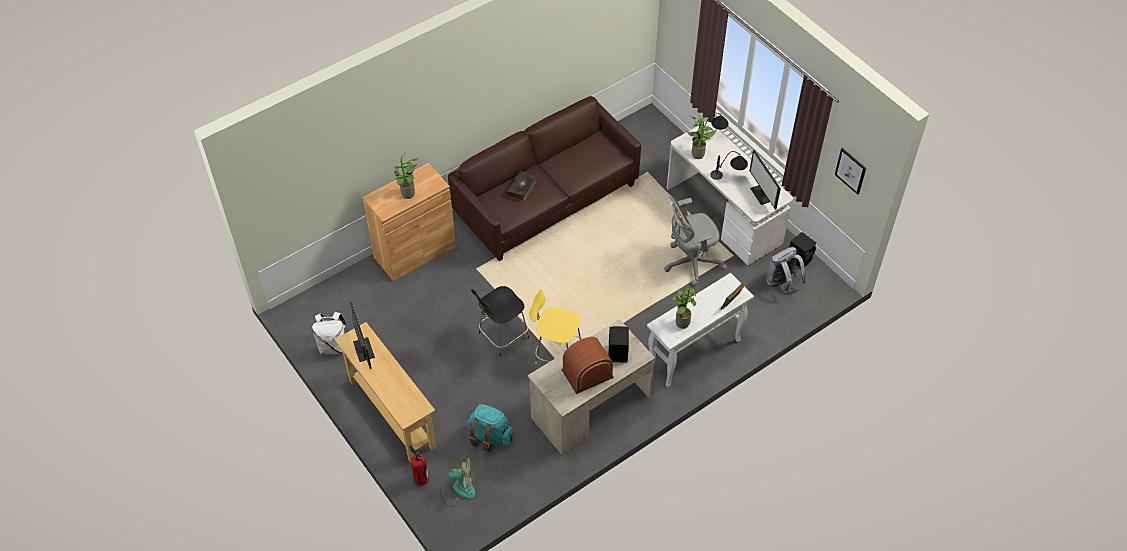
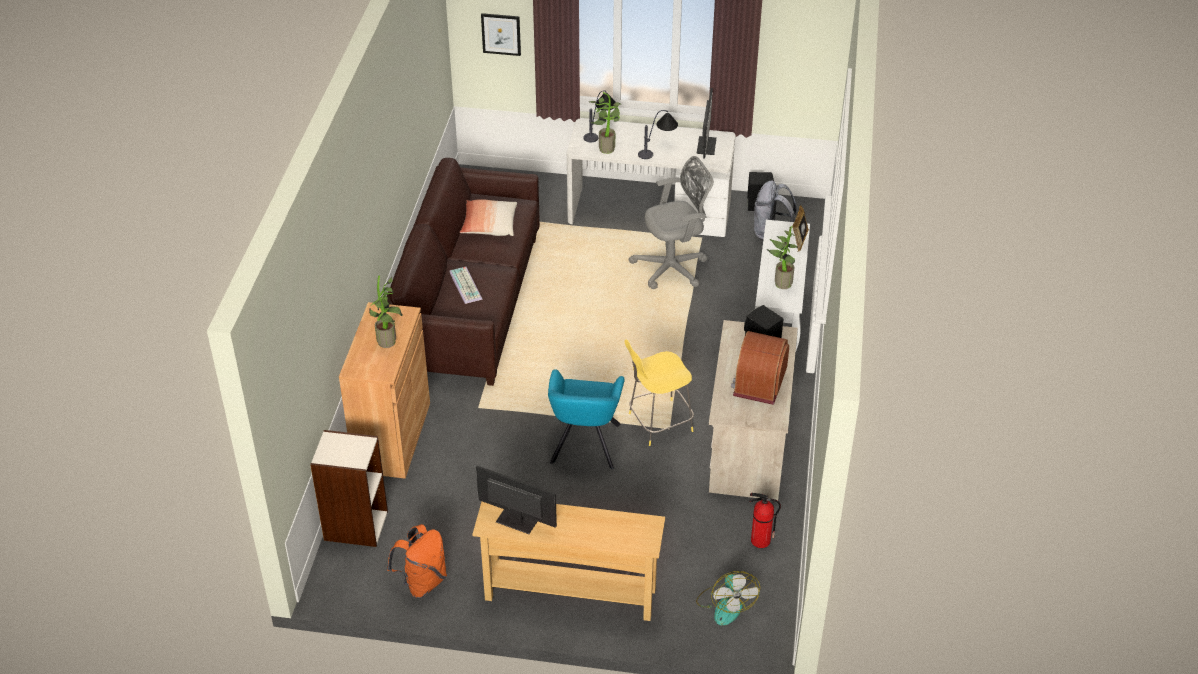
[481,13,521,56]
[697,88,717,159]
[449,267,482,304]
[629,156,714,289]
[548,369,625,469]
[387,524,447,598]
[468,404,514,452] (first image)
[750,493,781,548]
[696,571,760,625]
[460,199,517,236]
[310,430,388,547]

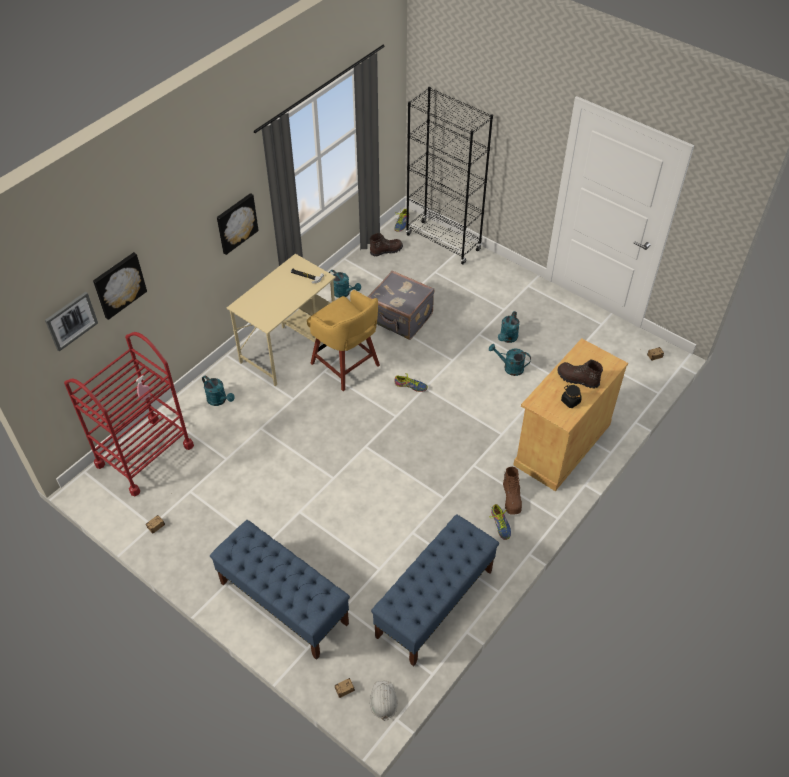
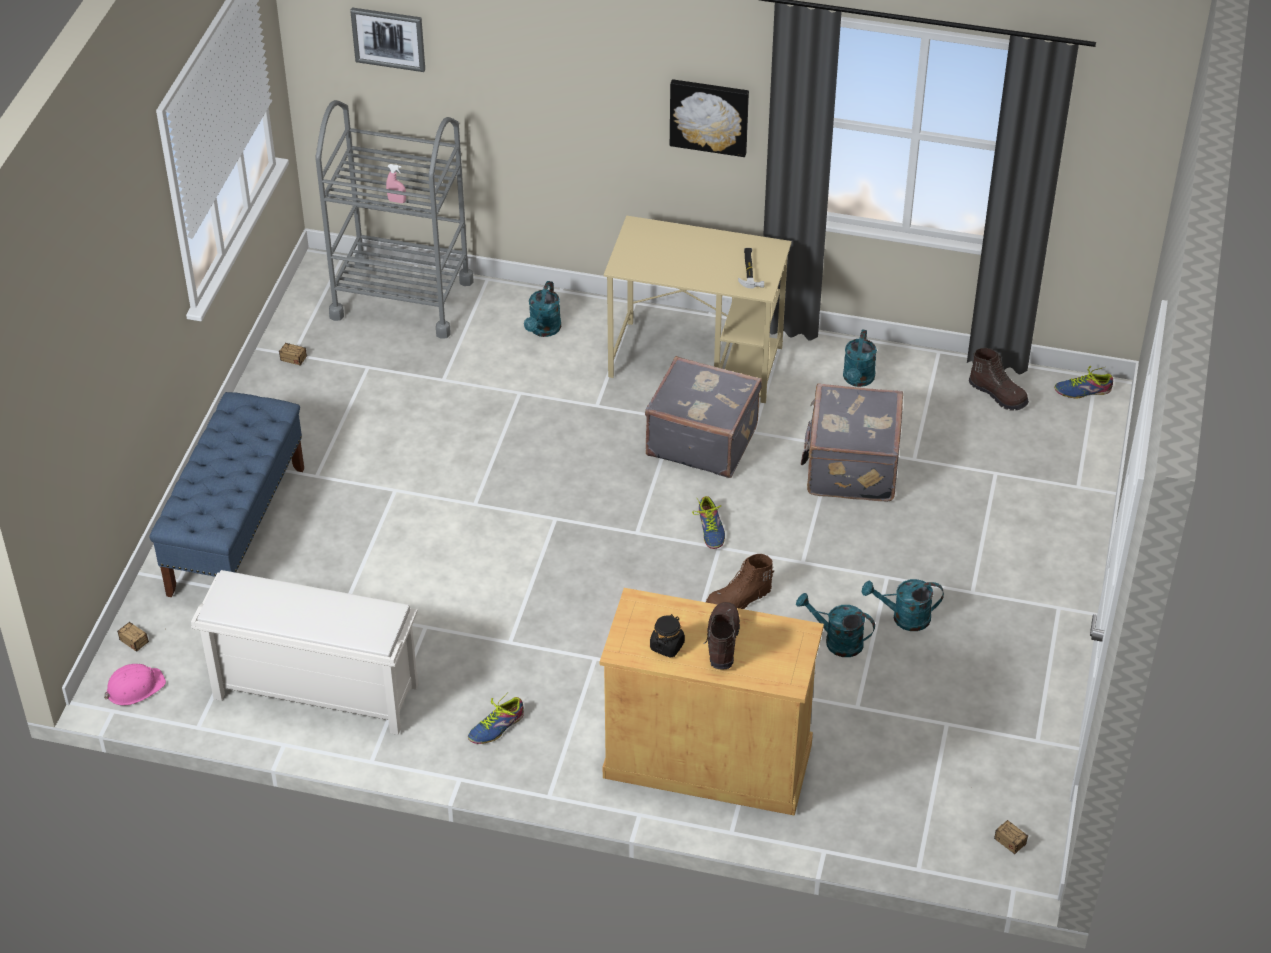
[406,87,493,265] (first image)
[93,252,147,320] (first image)
[645,356,762,478]
[315,100,474,339]
[796,593,875,657]
[706,554,774,609]
[191,570,418,735]
[104,664,166,706]

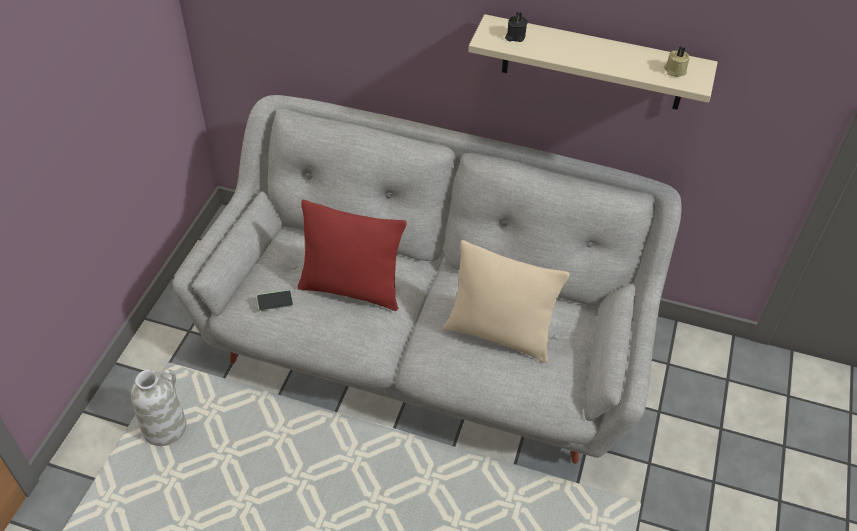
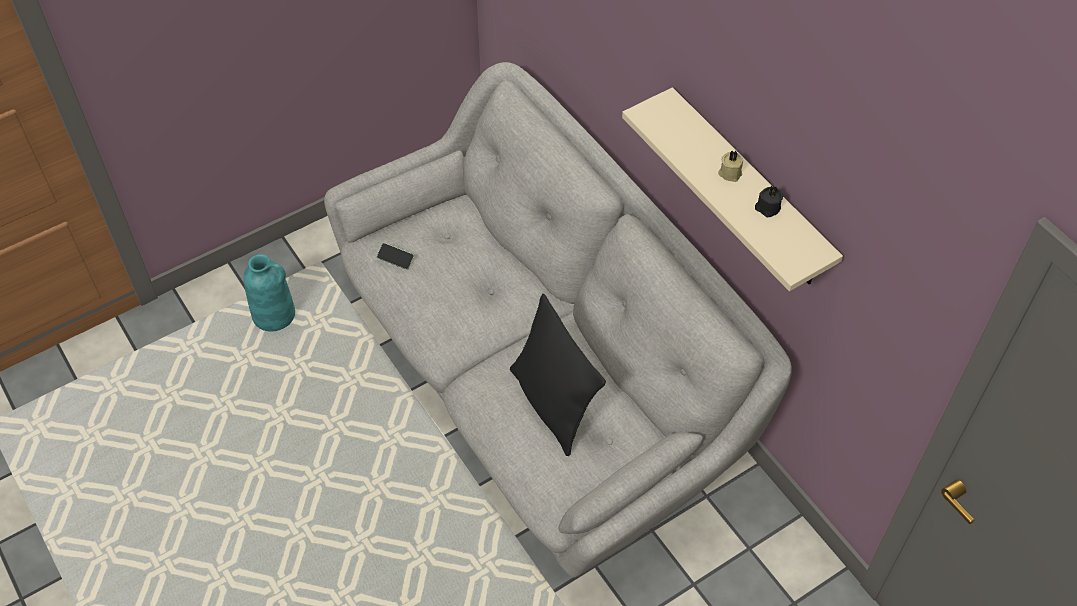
[755,186,783,217]
[718,150,743,182]
[297,200,406,311] (first image)
[510,294,606,456]
[243,254,295,331]

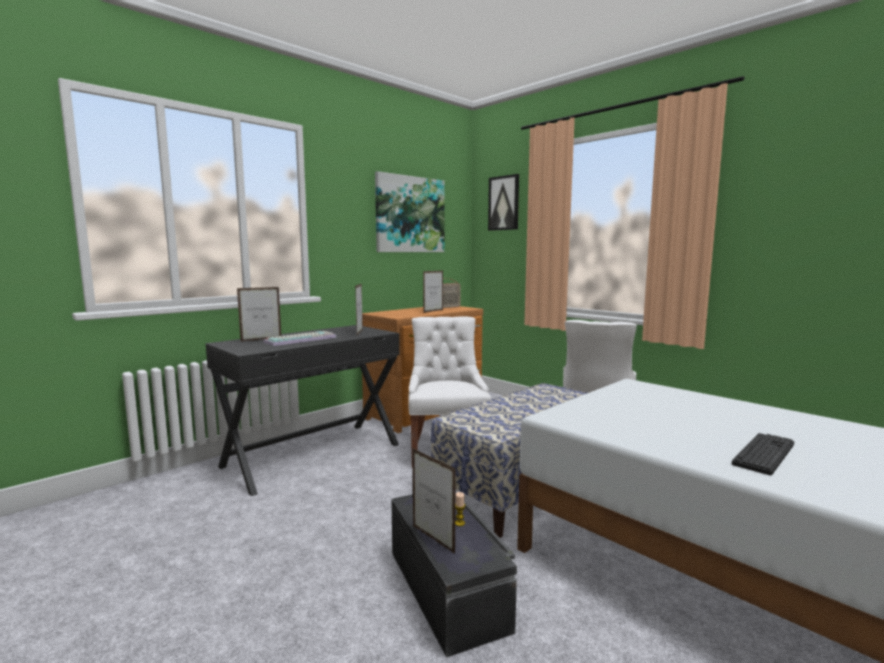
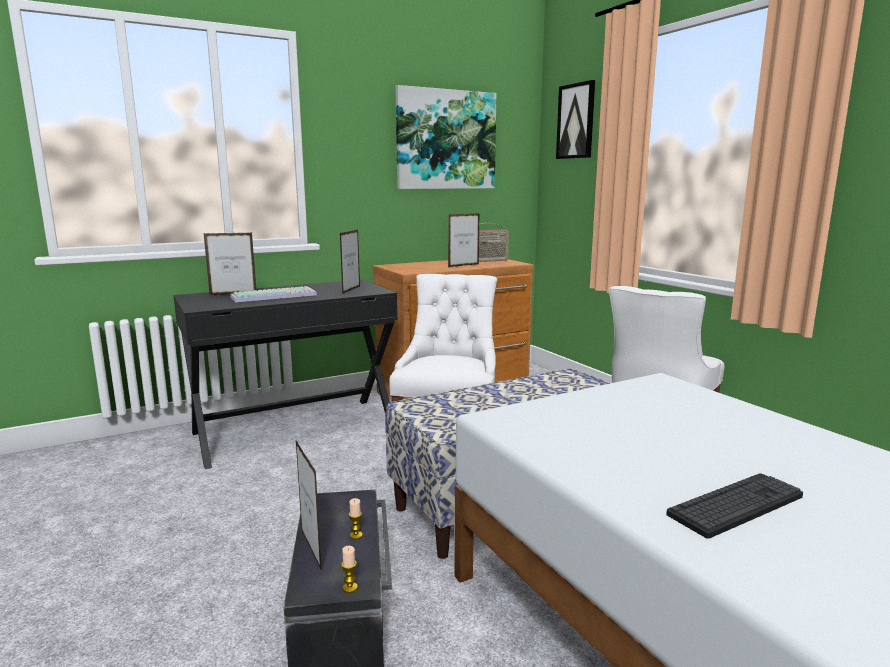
[341,546,358,593]

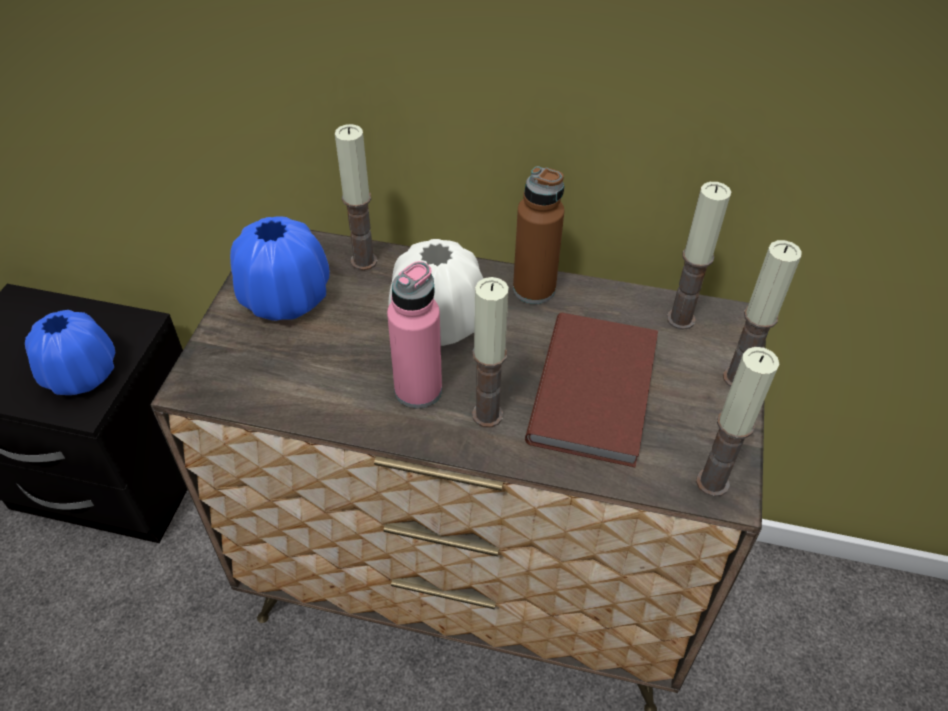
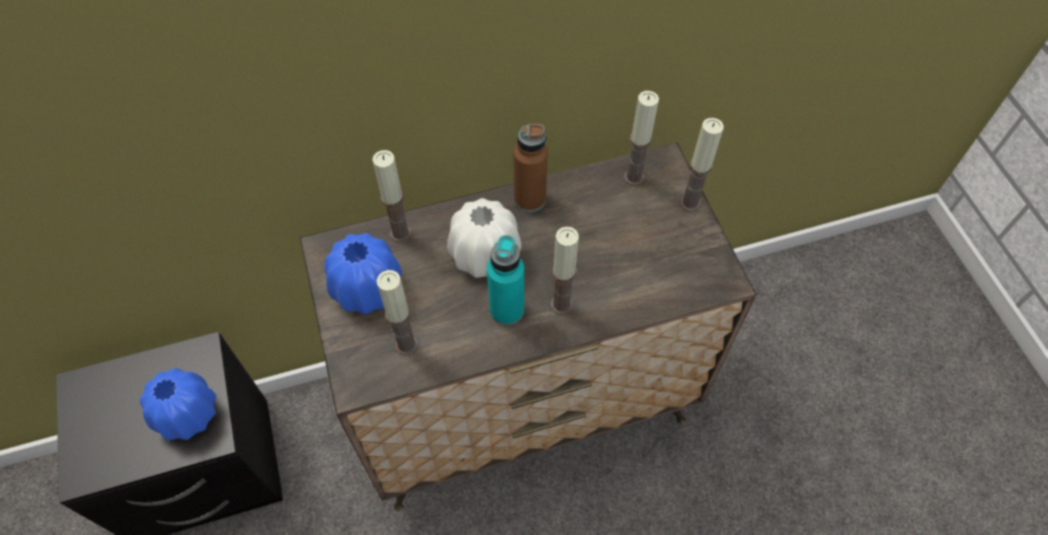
[487,235,524,326]
[525,313,658,468] (first image)
[376,270,418,355]

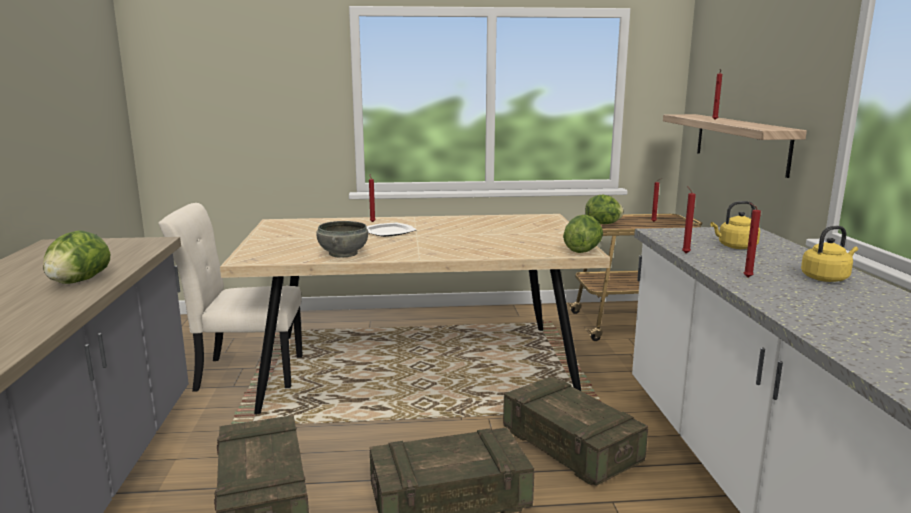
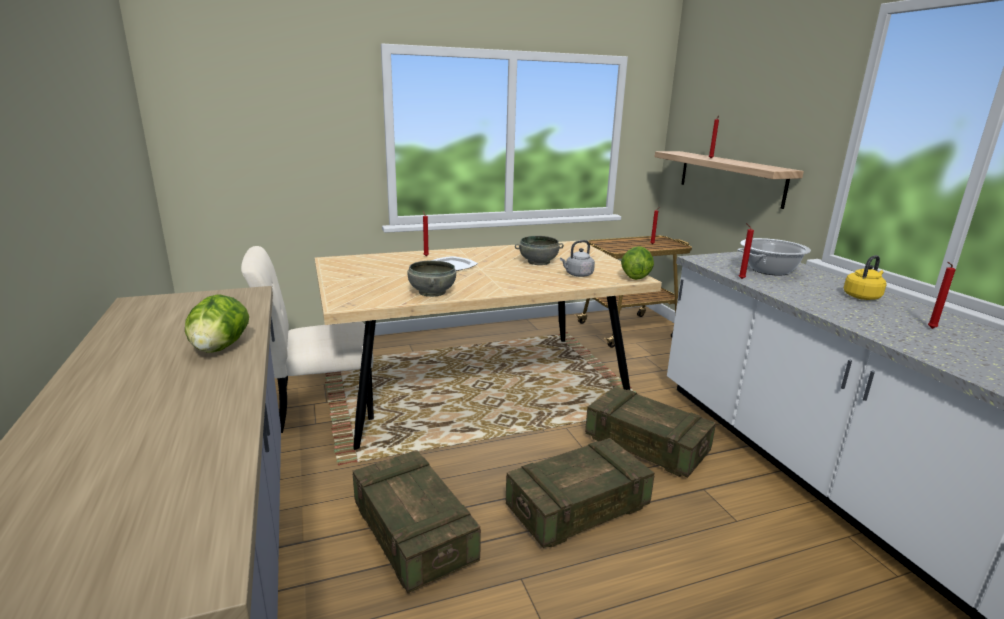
[585,195,624,224] (first image)
[737,238,811,276]
[928,262,956,329]
[515,236,564,265]
[560,240,595,277]

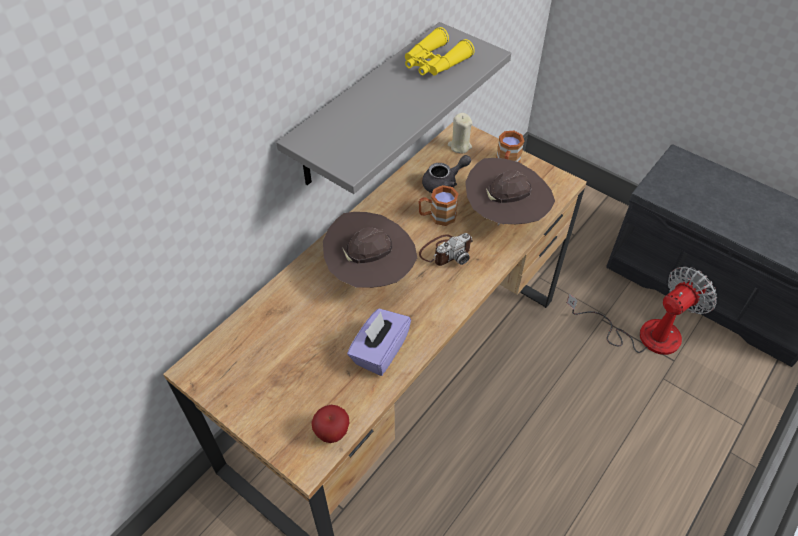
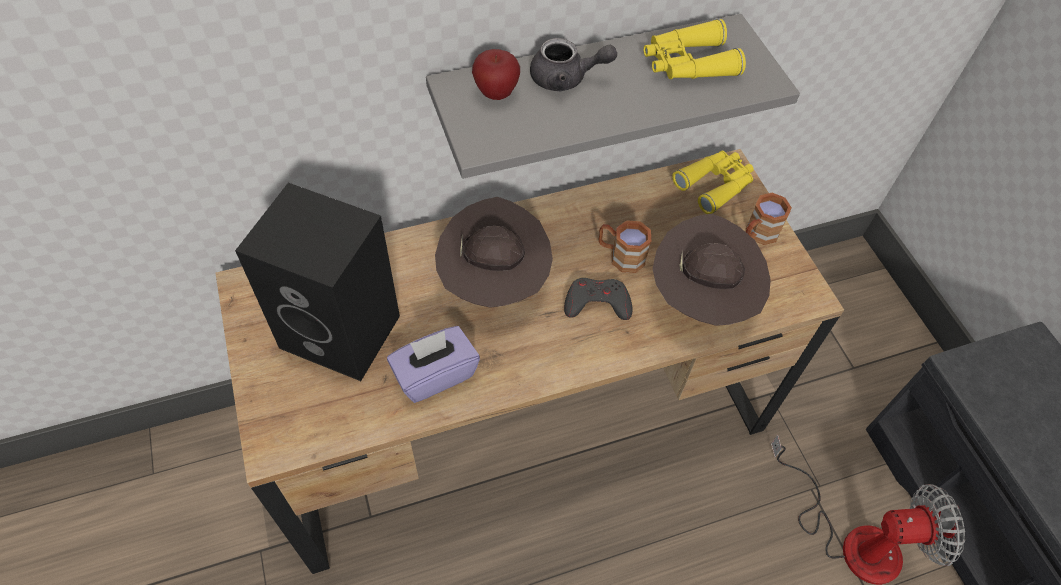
[672,151,754,214]
[530,38,617,91]
[564,278,632,320]
[472,49,520,100]
[235,183,400,381]

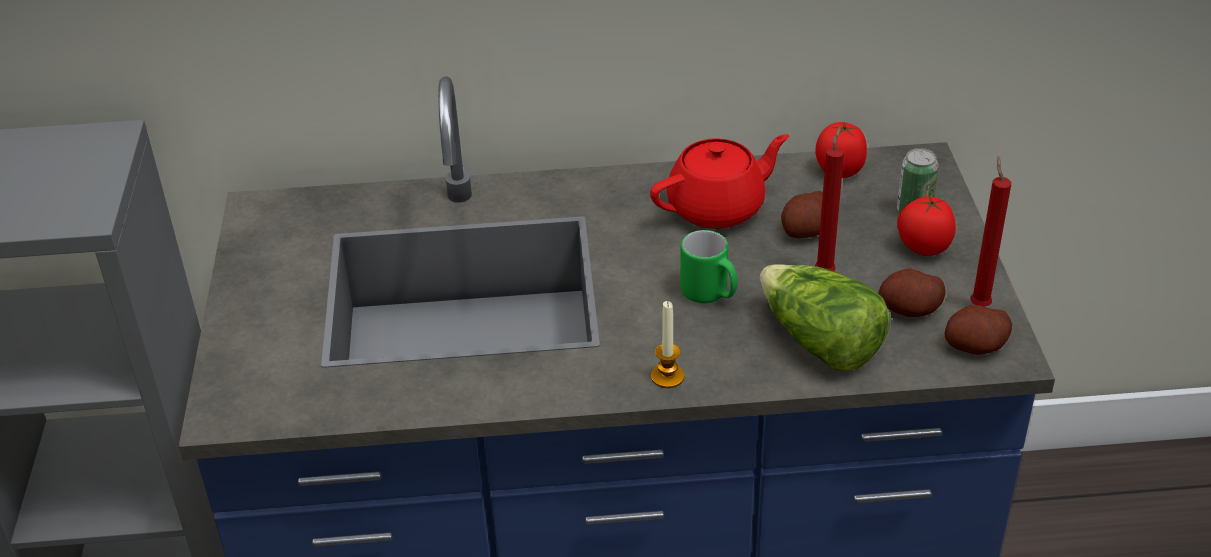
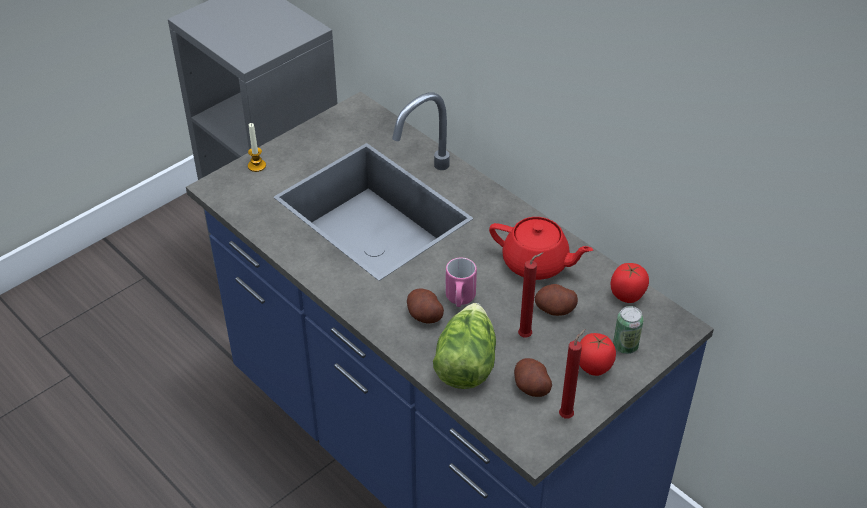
[445,258,477,307]
[248,123,266,172]
[407,289,444,323]

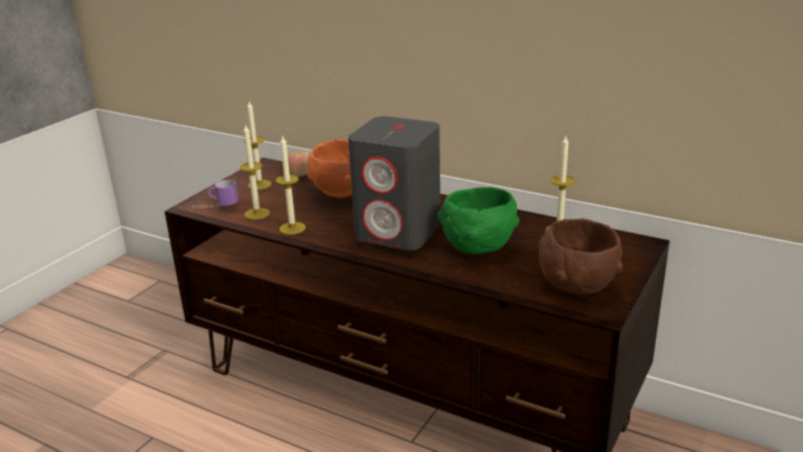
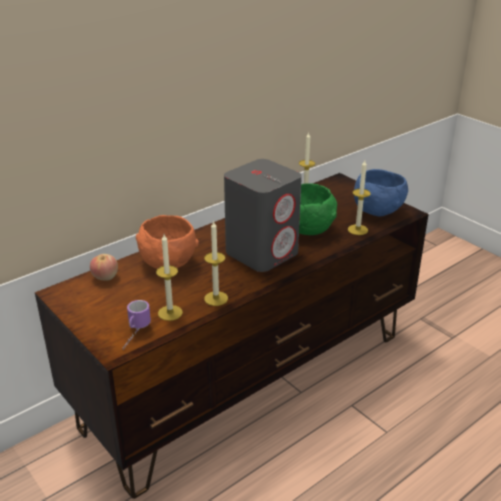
[348,160,371,235]
[354,169,408,217]

